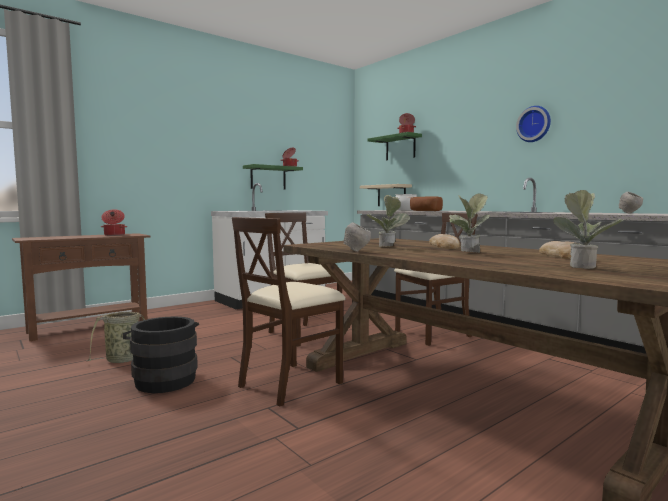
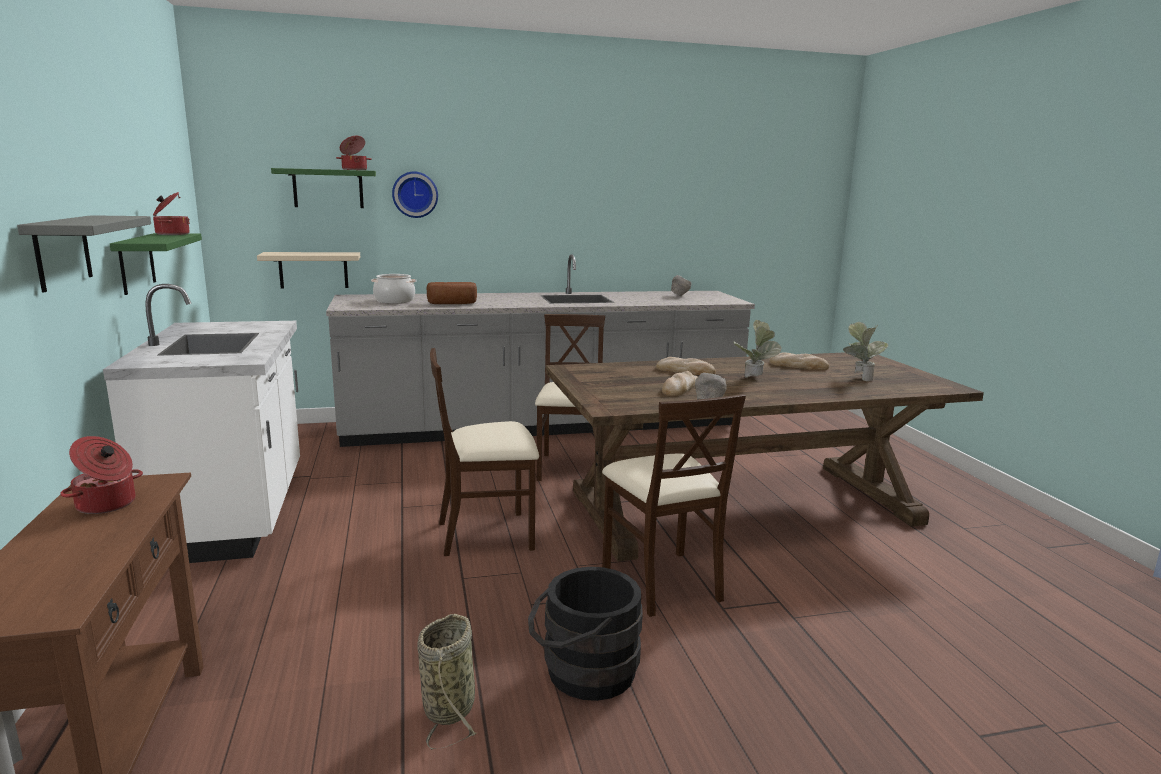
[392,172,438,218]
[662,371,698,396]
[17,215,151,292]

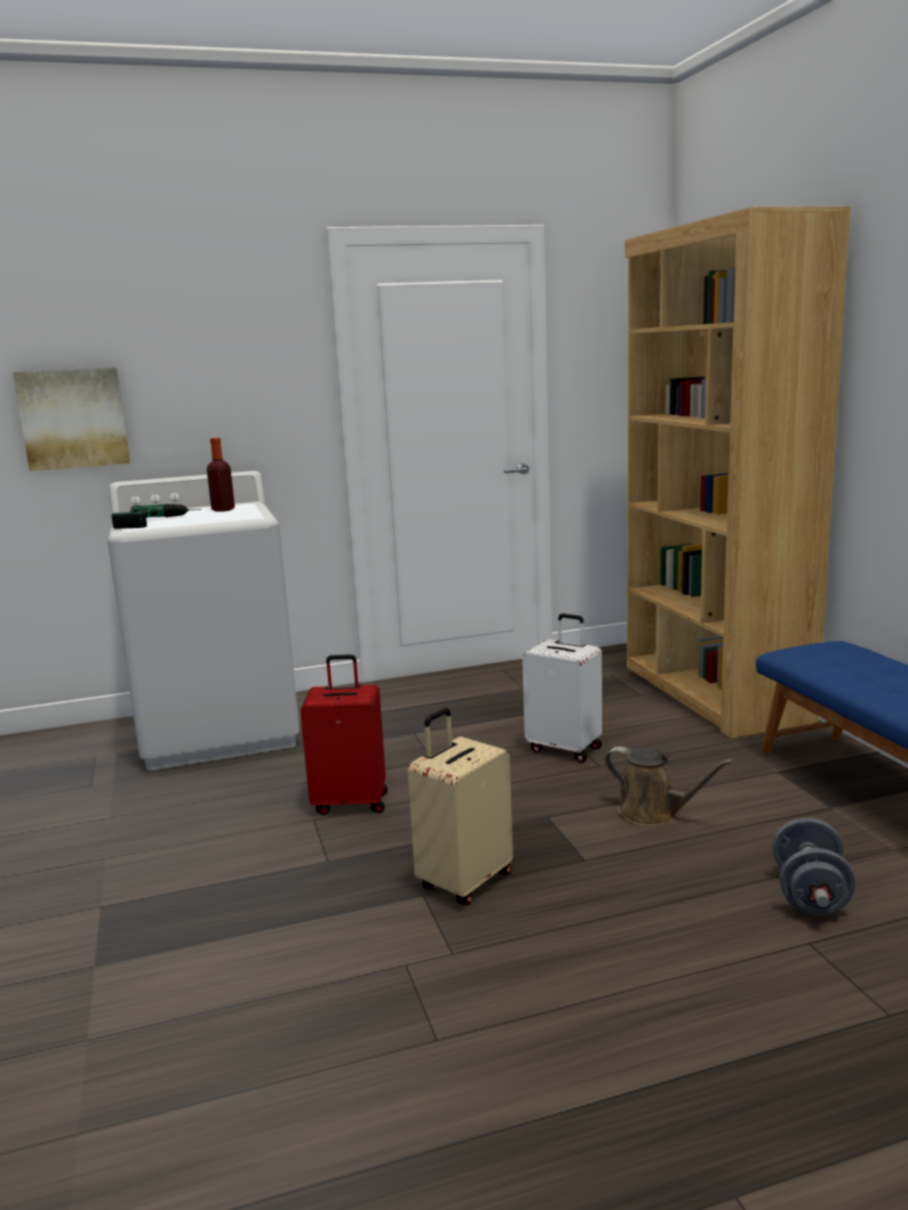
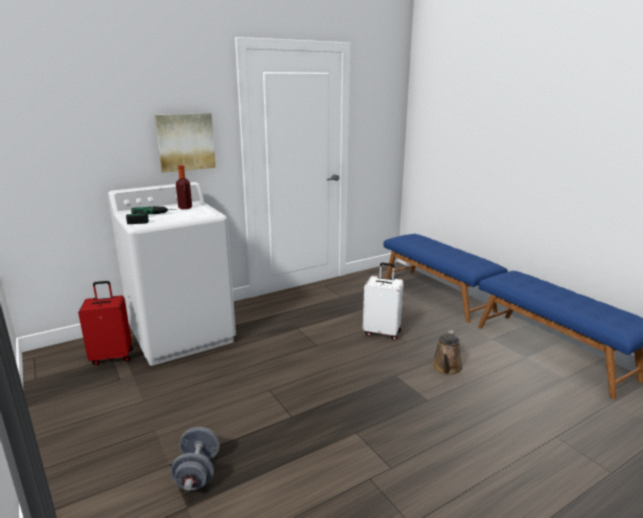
[383,234,508,323]
[155,113,216,173]
[78,281,133,365]
[408,708,513,905] (first image)
[431,330,463,375]
[170,427,220,491]

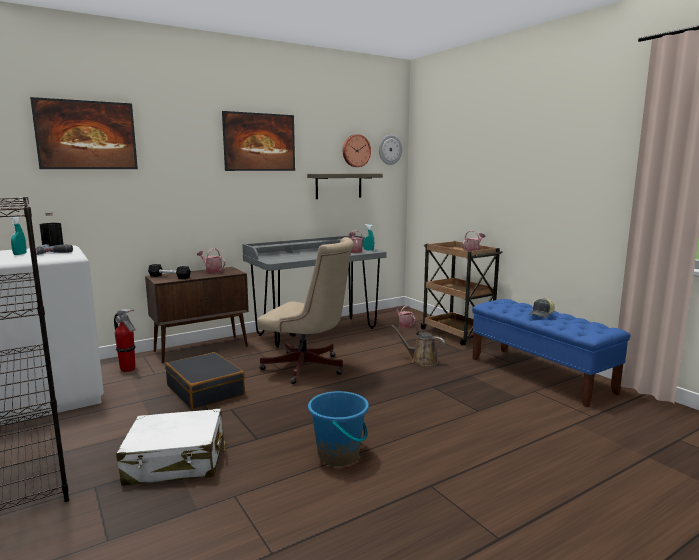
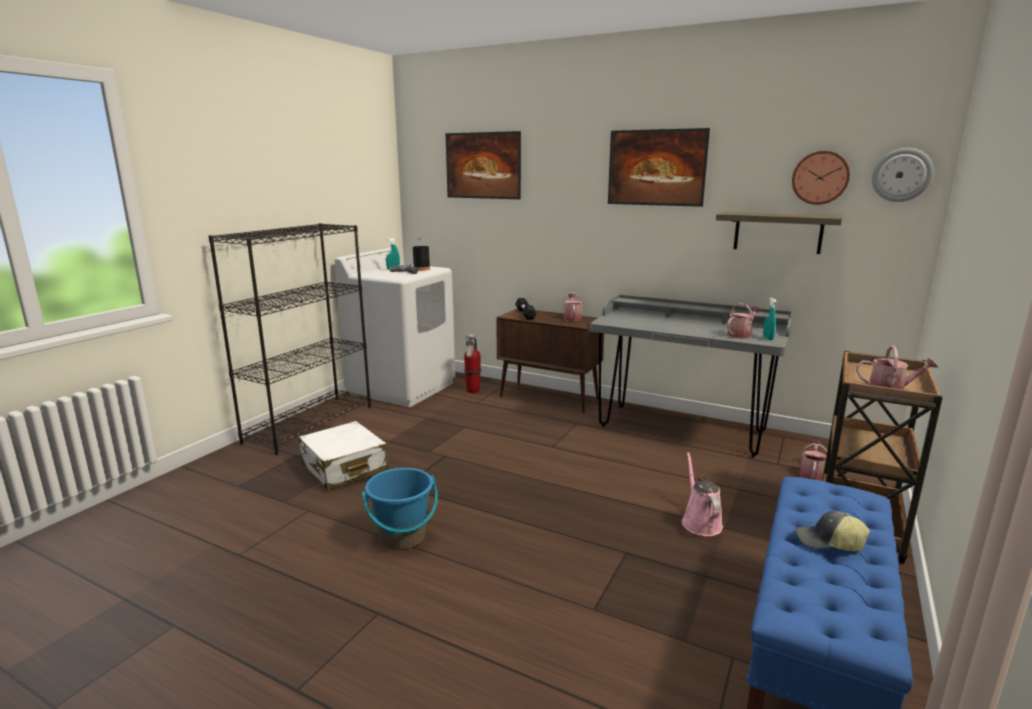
[257,237,354,384] (first image)
[682,452,723,536]
[165,352,245,409] (first image)

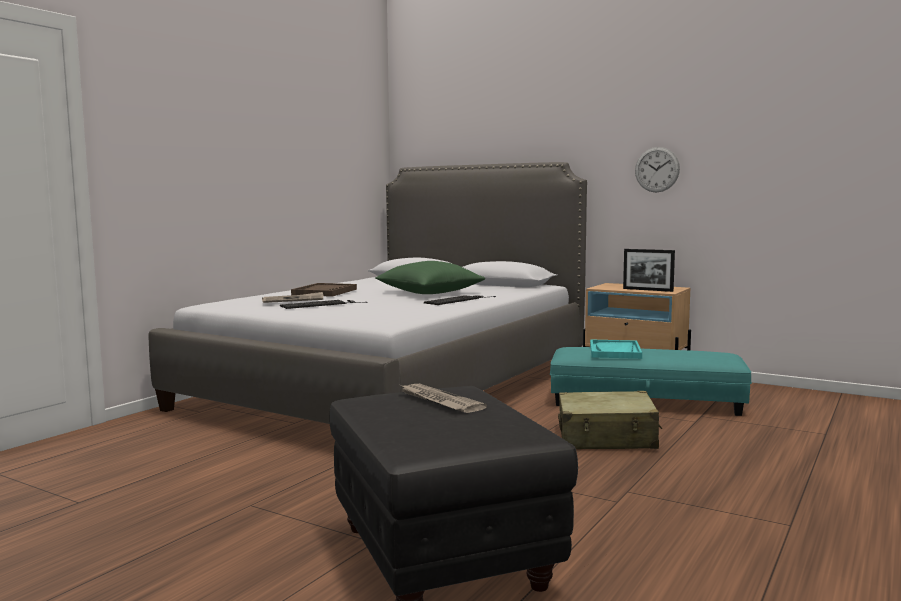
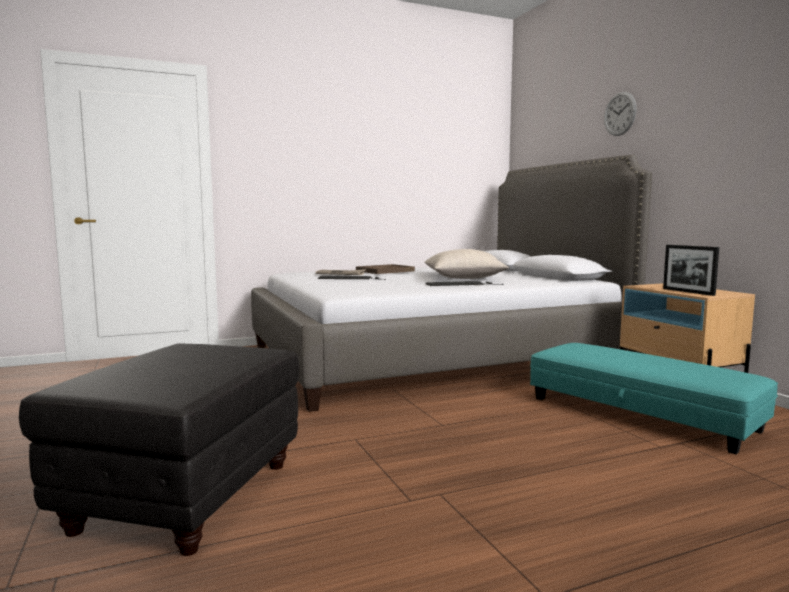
[604,92,637,136]
[424,249,509,279]
[590,339,642,359] (first image)
[400,384,487,413] (first image)
[558,391,662,449] (first image)

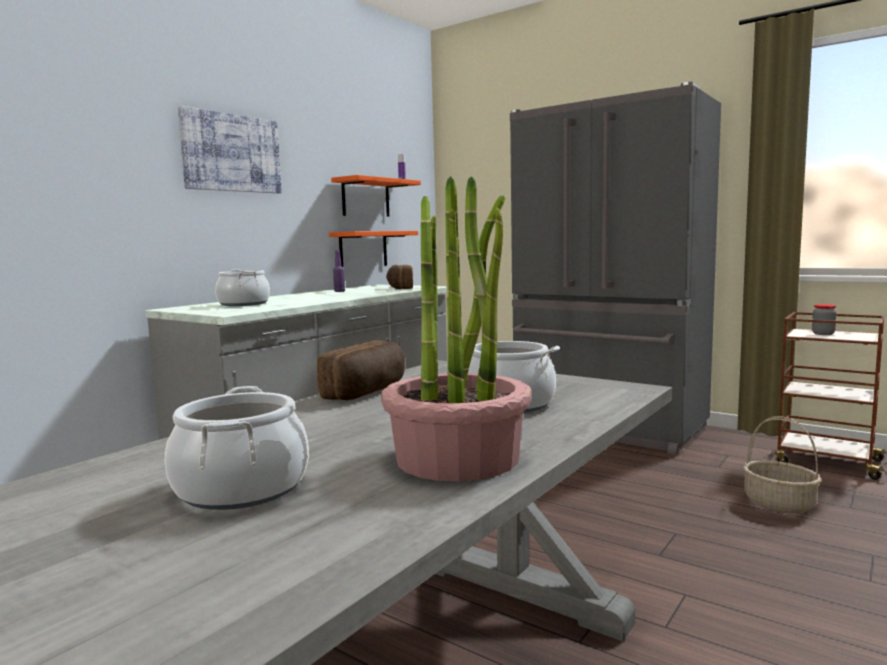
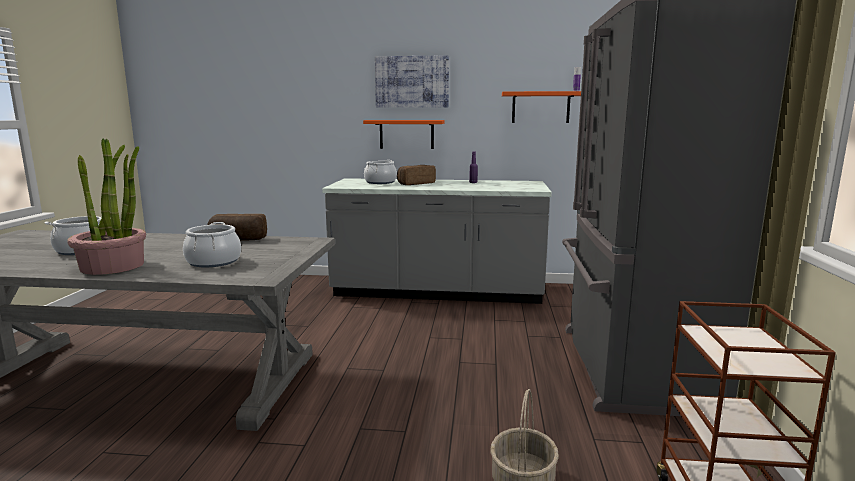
[363,120,444,149]
[397,165,436,185]
[812,304,837,335] (first image)

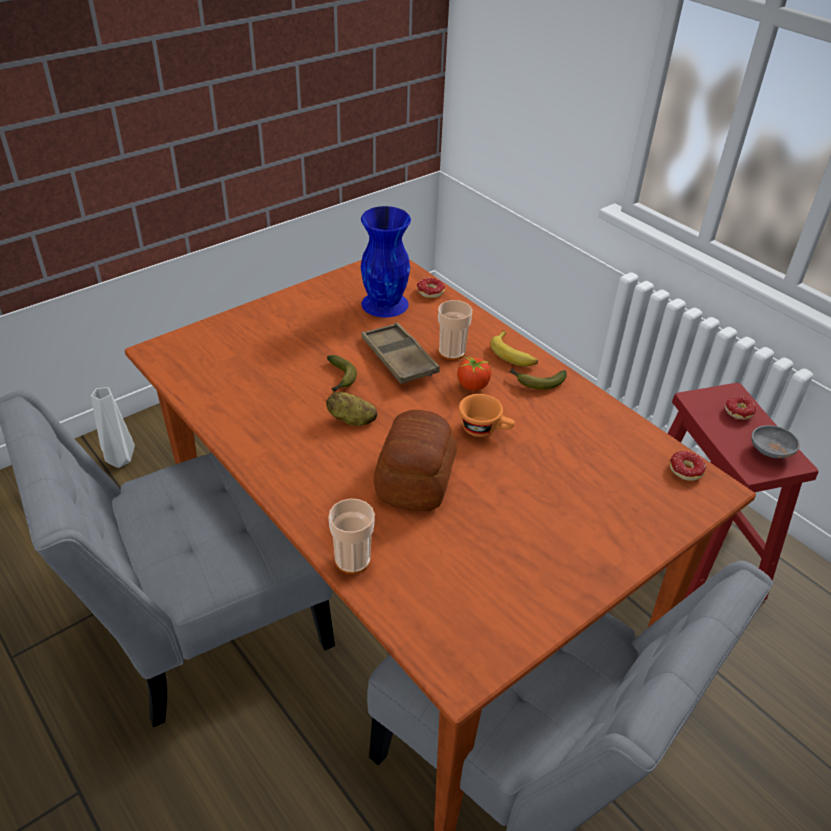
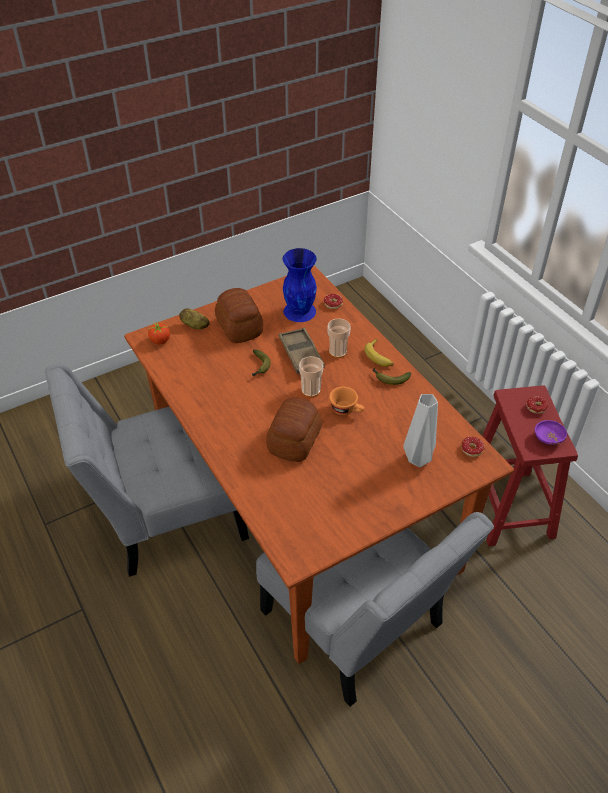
[148,321,170,345]
[403,394,438,467]
[179,308,210,329]
[535,420,567,445]
[299,356,323,397]
[215,288,263,343]

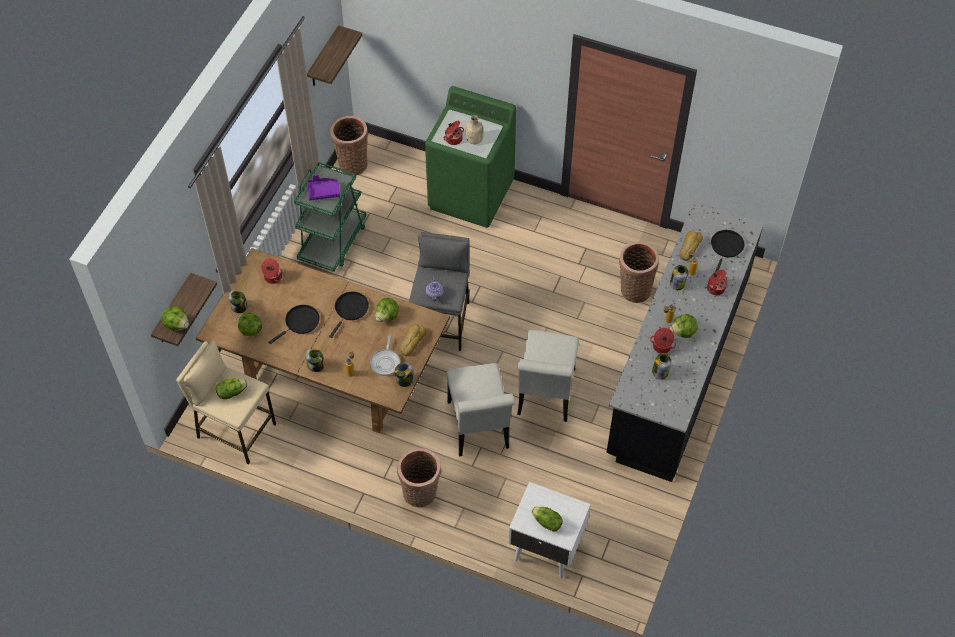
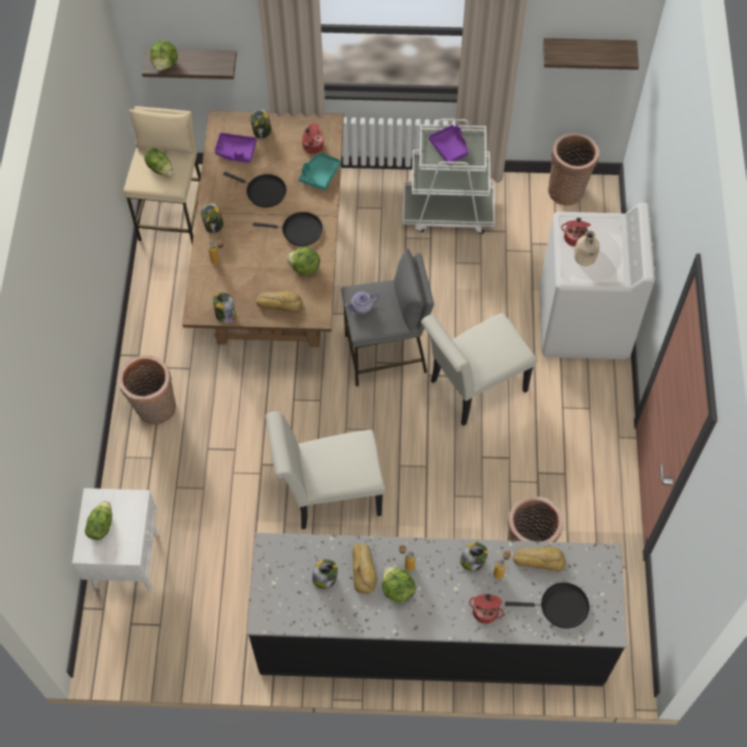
[539,203,655,359]
[403,119,495,234]
[215,133,257,163]
[352,543,377,594]
[370,335,400,376] (first image)
[421,313,537,426]
[299,153,341,191]

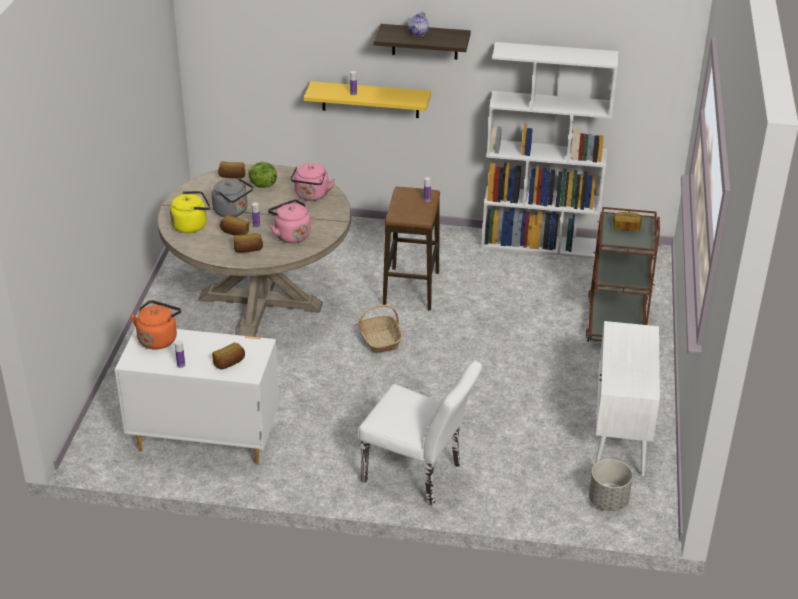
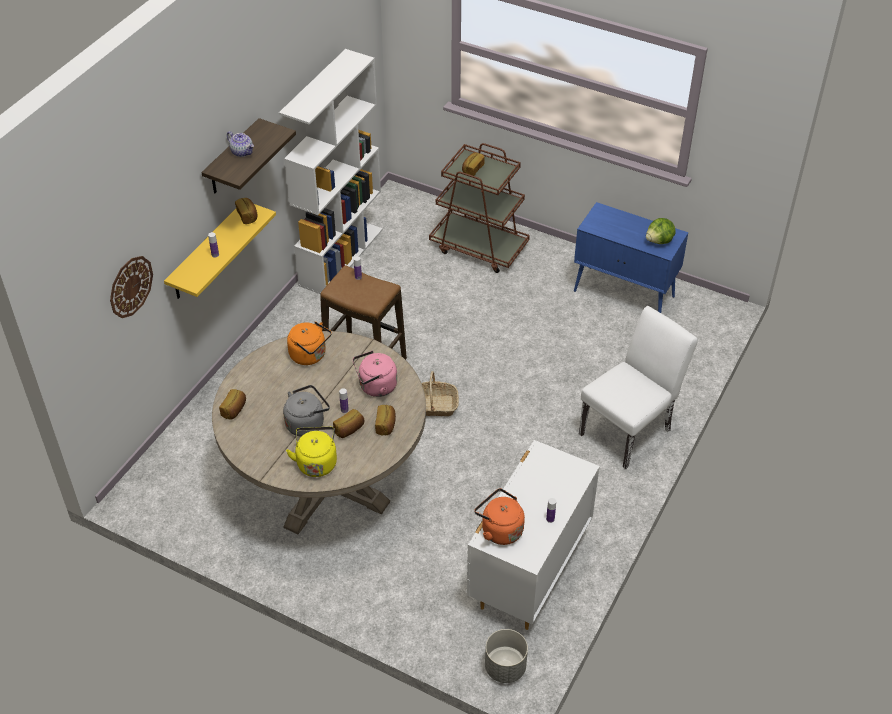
[646,218,675,244]
[287,321,332,365]
[574,202,688,313]
[235,198,257,224]
[485,629,528,683]
[110,256,153,318]

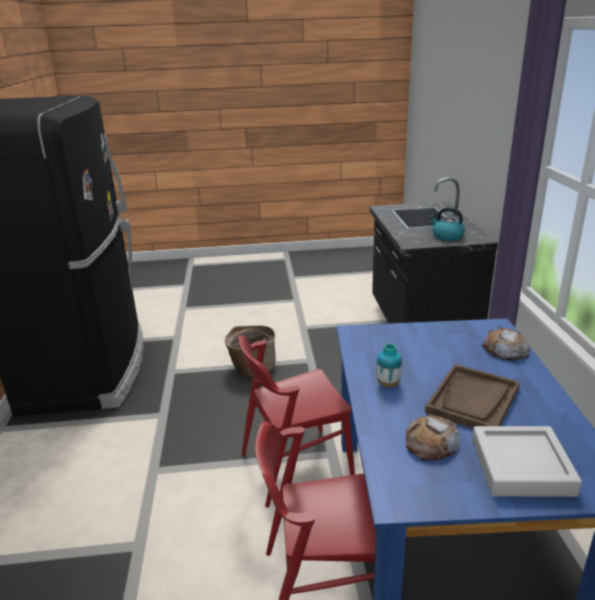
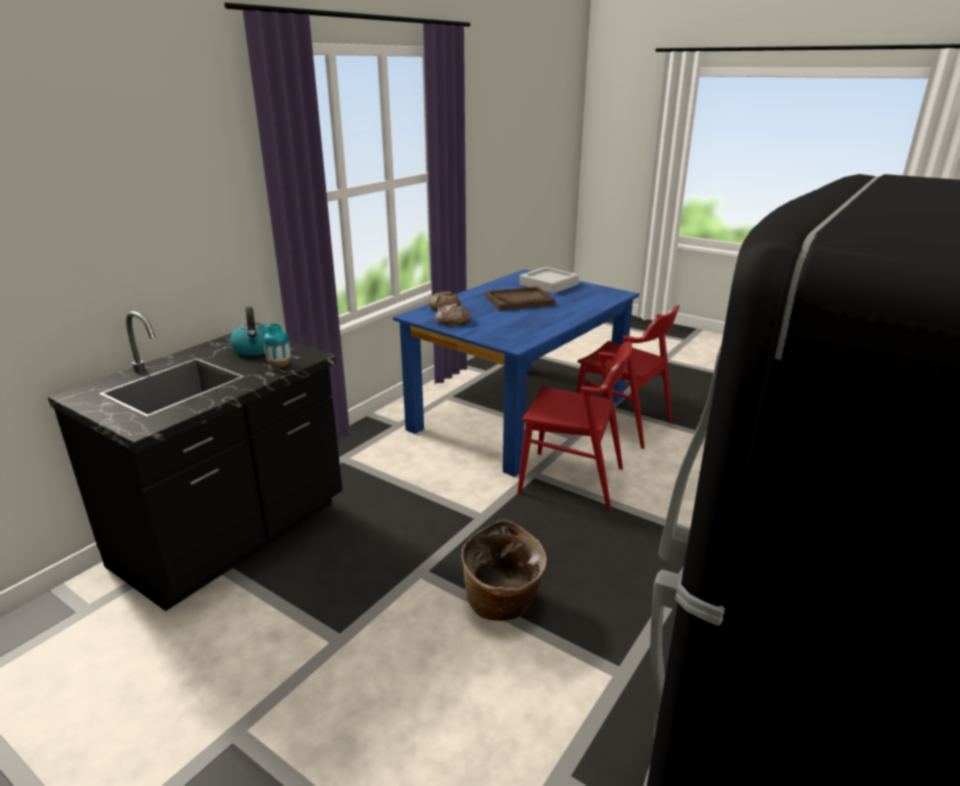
[264,323,291,367]
[434,304,471,326]

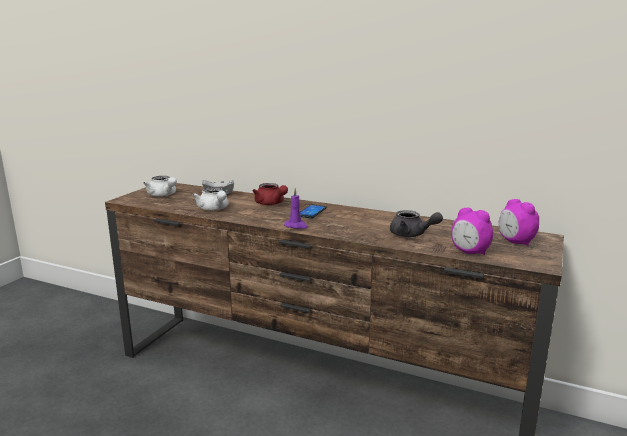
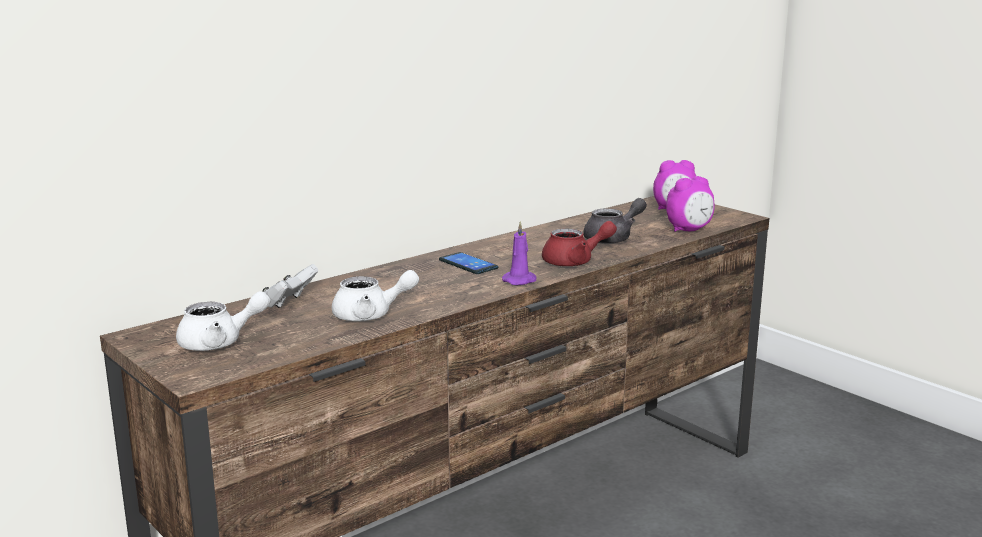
[542,221,617,267]

